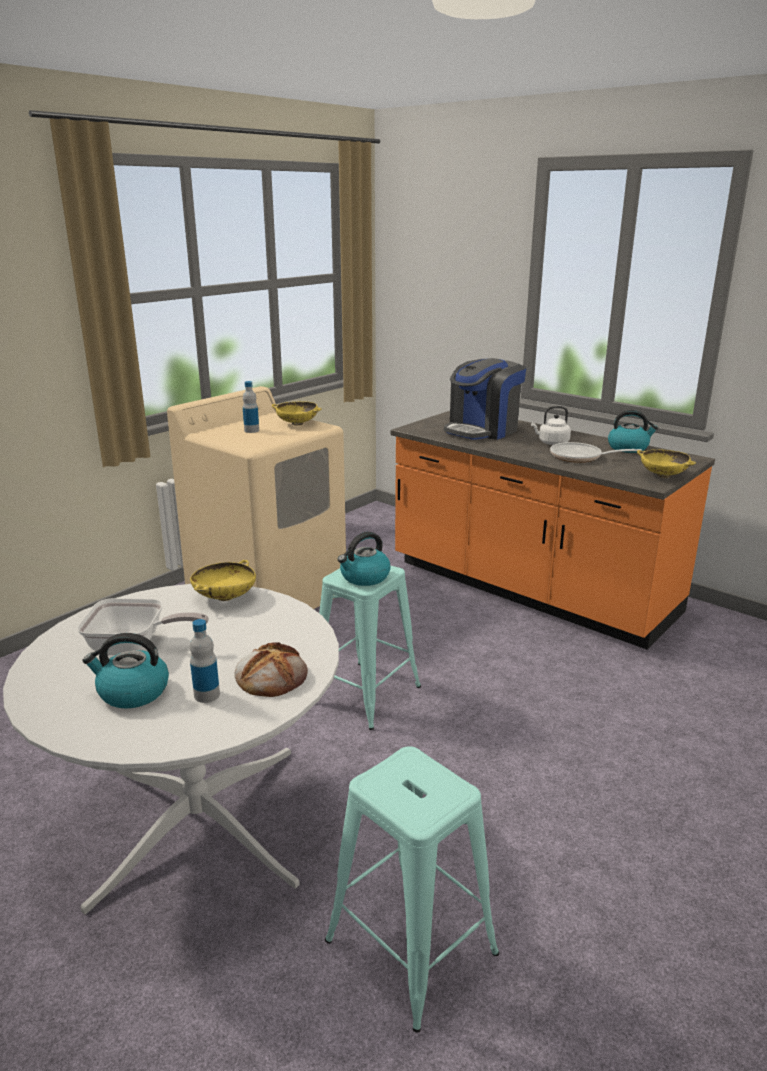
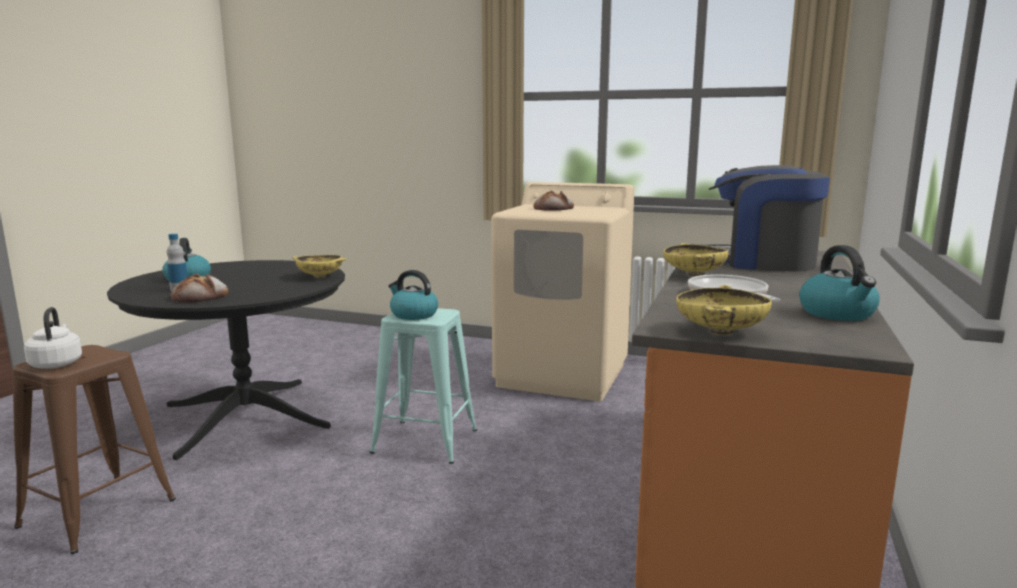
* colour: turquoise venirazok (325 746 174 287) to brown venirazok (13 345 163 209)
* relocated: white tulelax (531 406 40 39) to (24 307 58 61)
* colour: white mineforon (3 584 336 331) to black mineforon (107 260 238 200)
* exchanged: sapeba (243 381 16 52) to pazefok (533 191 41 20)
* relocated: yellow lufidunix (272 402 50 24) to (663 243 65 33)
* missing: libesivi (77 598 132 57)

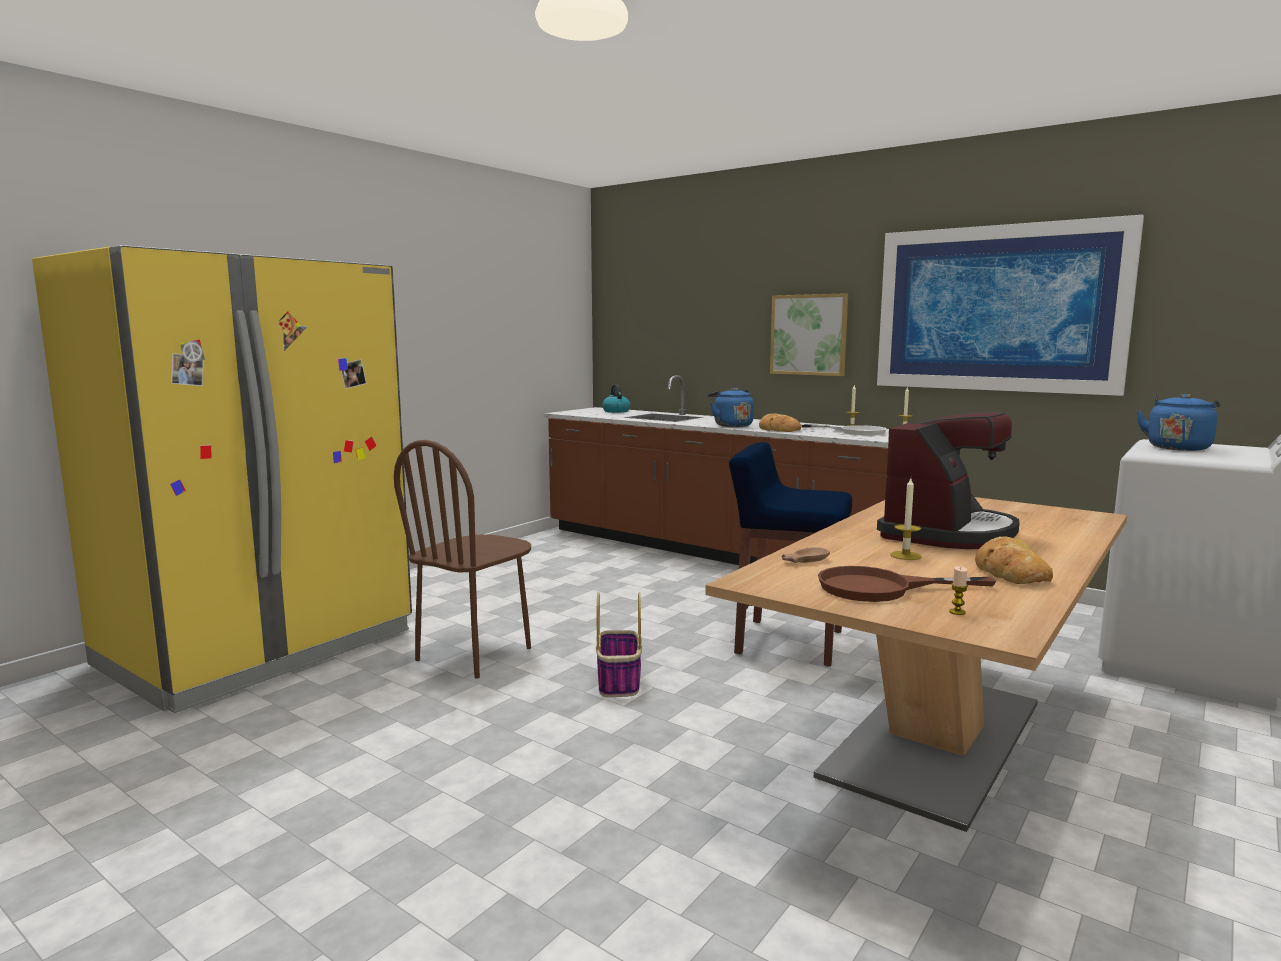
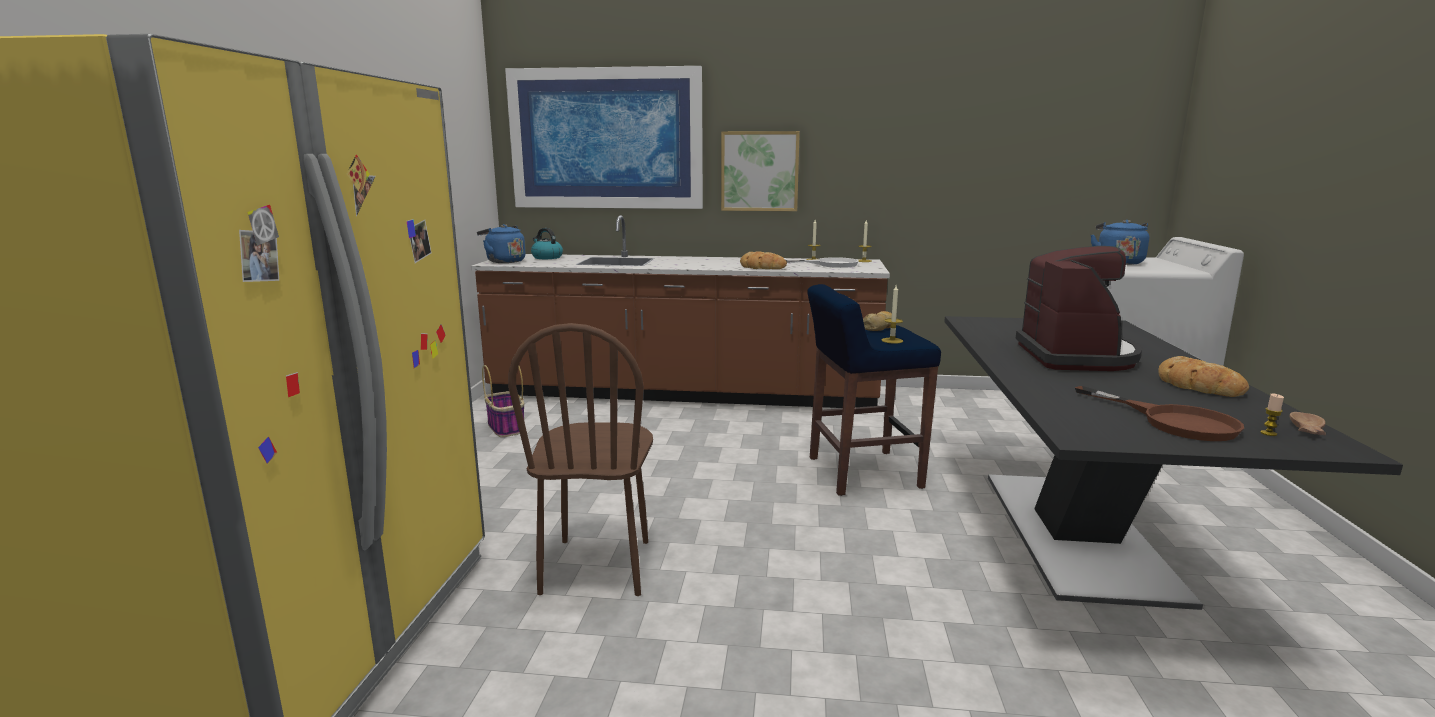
* relocated: blue tulelax (708 388 46 39) to (477 224 48 39)
* relocated: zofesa (596 592 46 105) to (482 365 42 72)
* relocated: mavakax (877 215 267 181) to (505 66 198 143)
* appeared: pazefok (863 311 29 20)
* relocated: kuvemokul (890 478 32 82) to (882 285 21 59)
* colour: beige mineforon (705 497 422 335) to black mineforon (944 316 459 294)
* spun: brown libesivi (818 566 178 36) = (1075 386 169 55) 90 degrees counterclockwise
* relocated: brown lufidunix (782 547 48 16) to (1290 412 36 23)

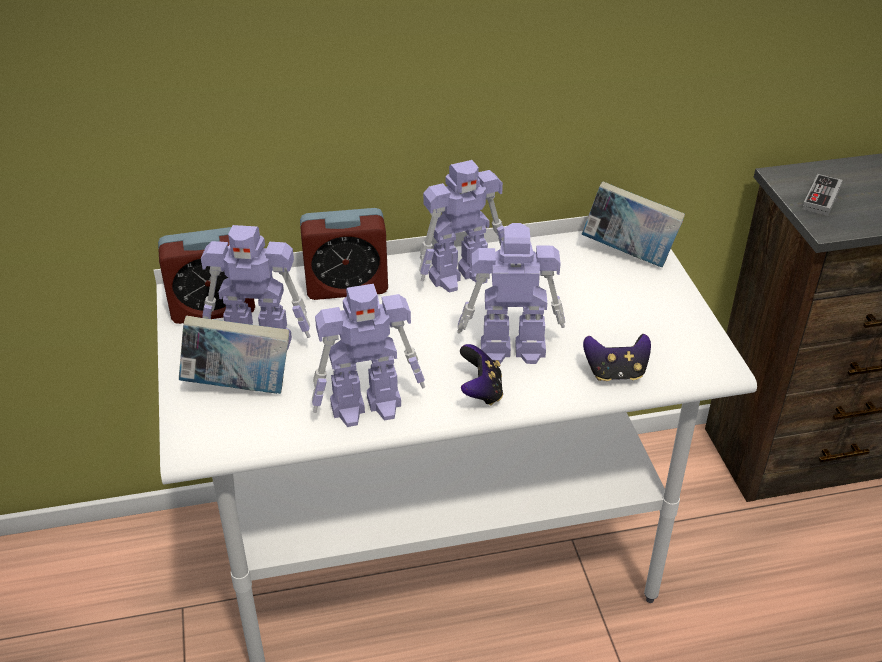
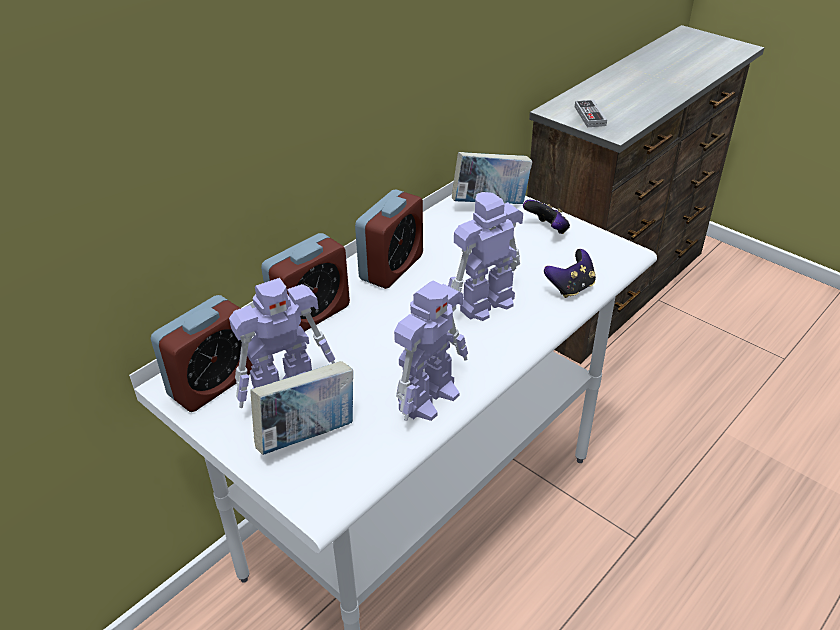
* exchanged: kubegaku (419 160 85 133) to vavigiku (355 190 68 99)
* relocated: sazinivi (460 344 43 62) to (523 200 47 34)

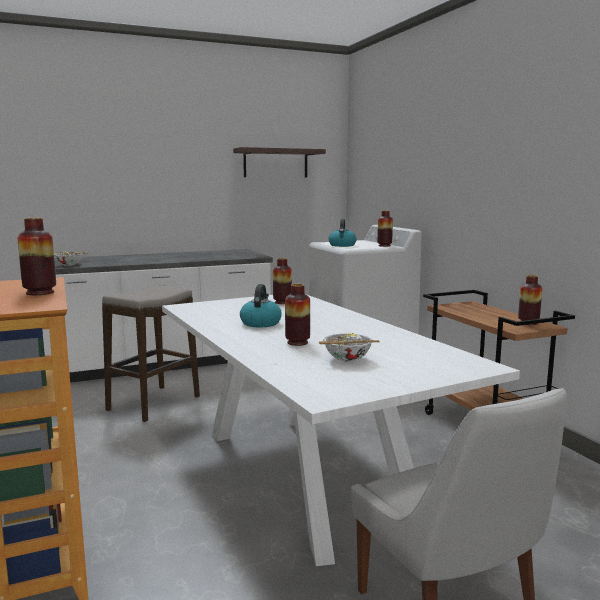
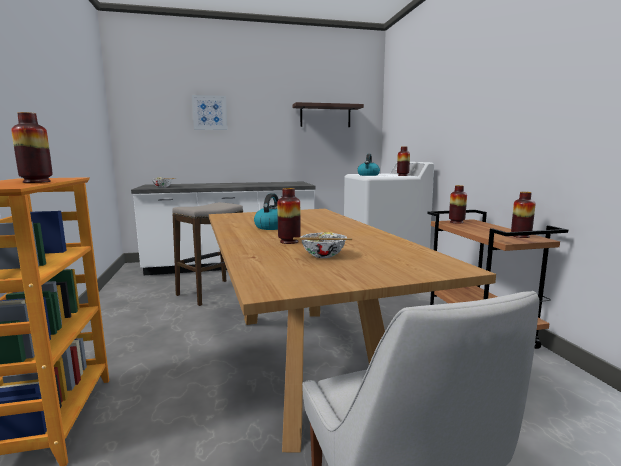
* appeared: mavakax (192 95 36 35)
* colour: white mineforon (162 294 358 272) to brown mineforon (209 209 287 243)
* relocated: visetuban (273 258 19 46) to (449 185 18 39)

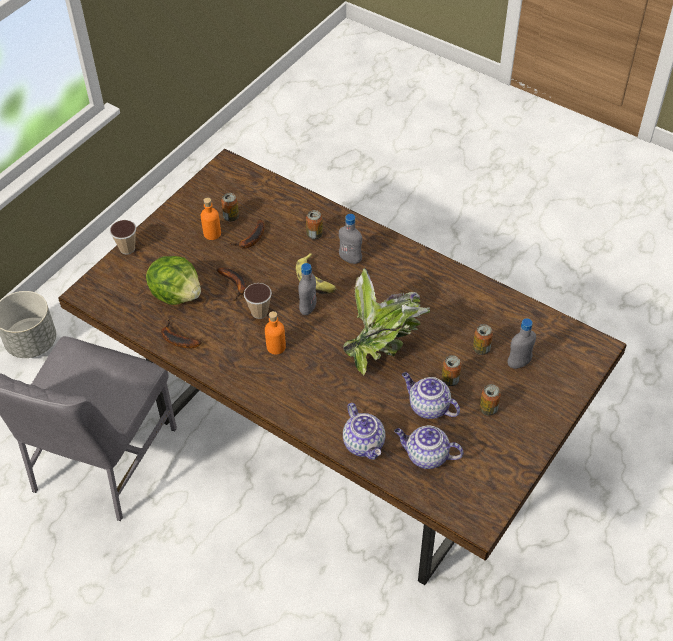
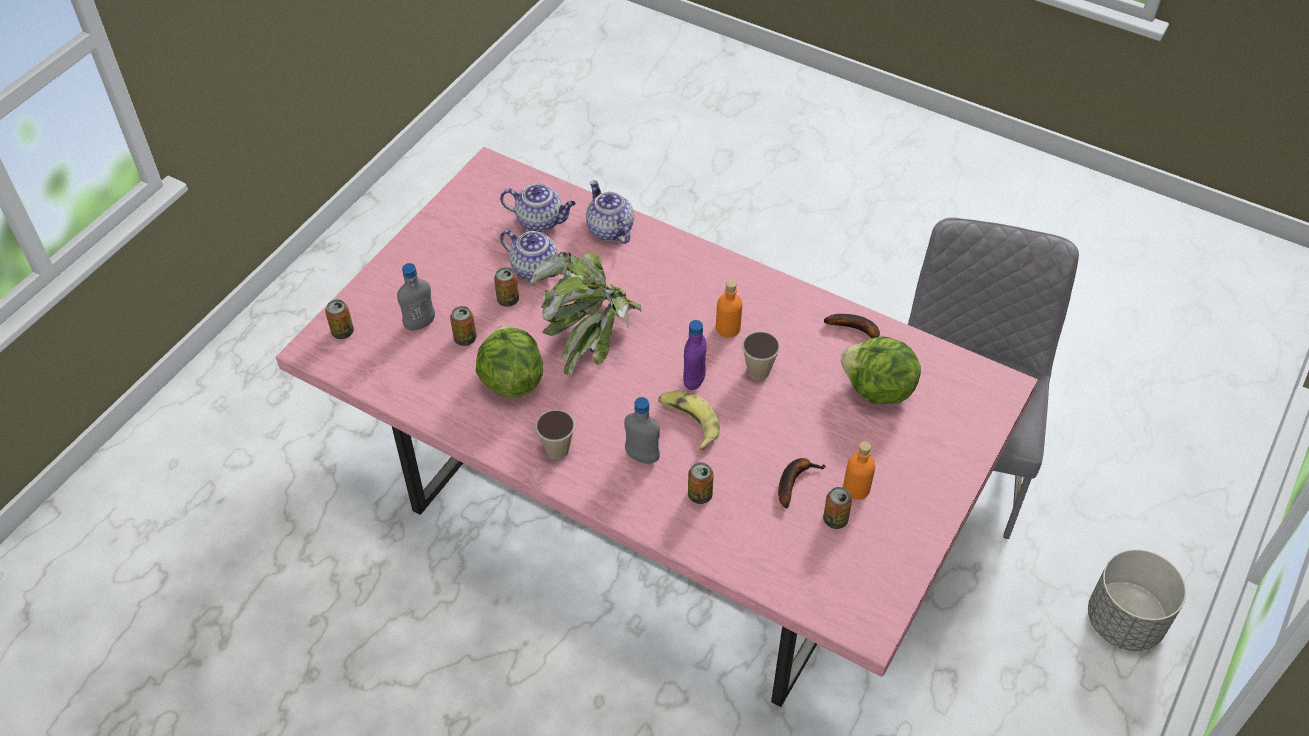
* colour: brown mineforon (58 149 568 436) to pink mineforon (276 147 762 560)
* relocated: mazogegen (480 384 21 32) to (325 299 29 40)
* appeared: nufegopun (475 326 68 71)
* relocated: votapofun (110 220 26 35) to (535 410 40 50)
* colour: grey sapeba (298 263 19 52) to purple sapeba (683 320 23 70)
* missing: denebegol (216 267 31 34)

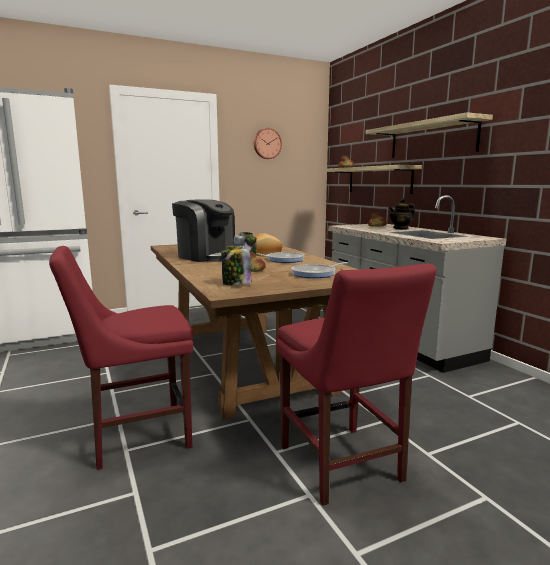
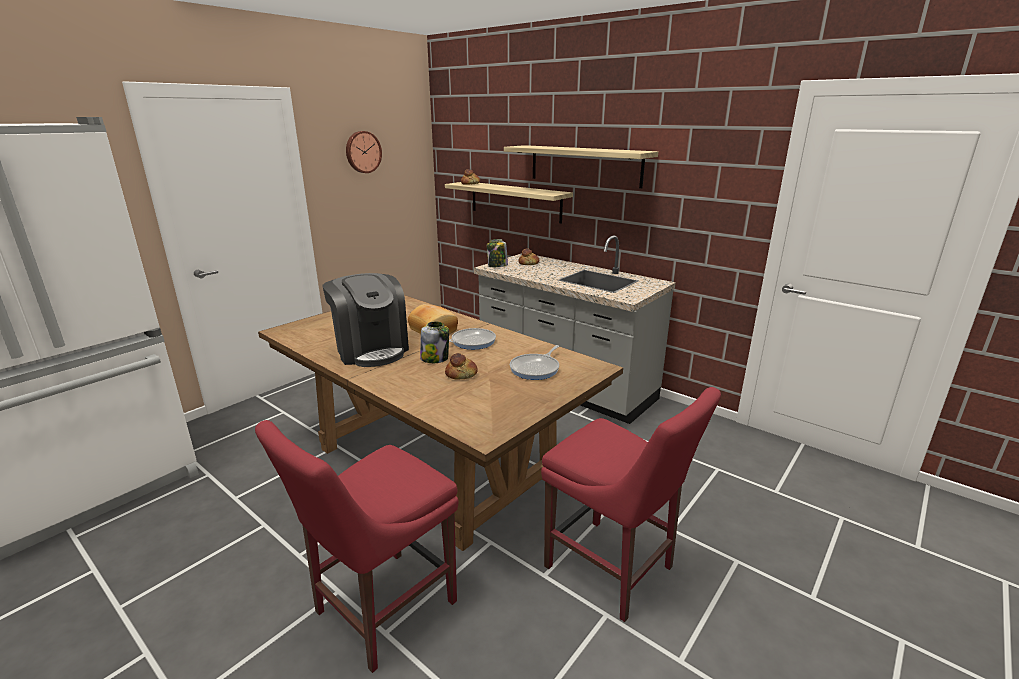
* spun: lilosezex (172 199 63 63) = (323 273 86 94) 45 degrees clockwise
* relocated: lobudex (221 245 31 40) to (487 239 21 28)
* missing: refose (388 198 27 32)

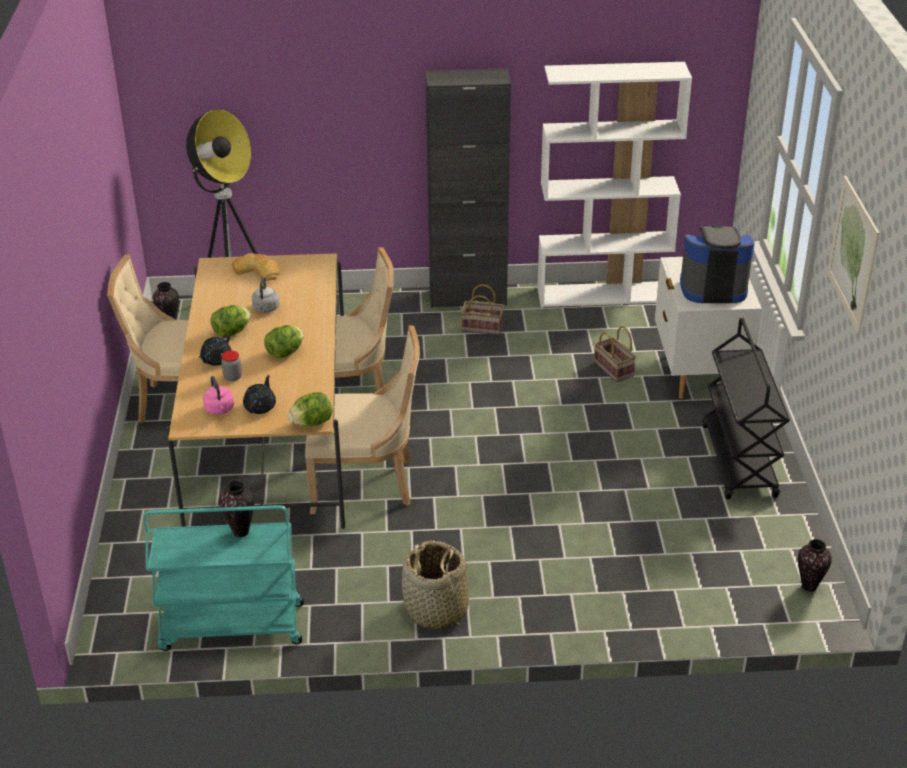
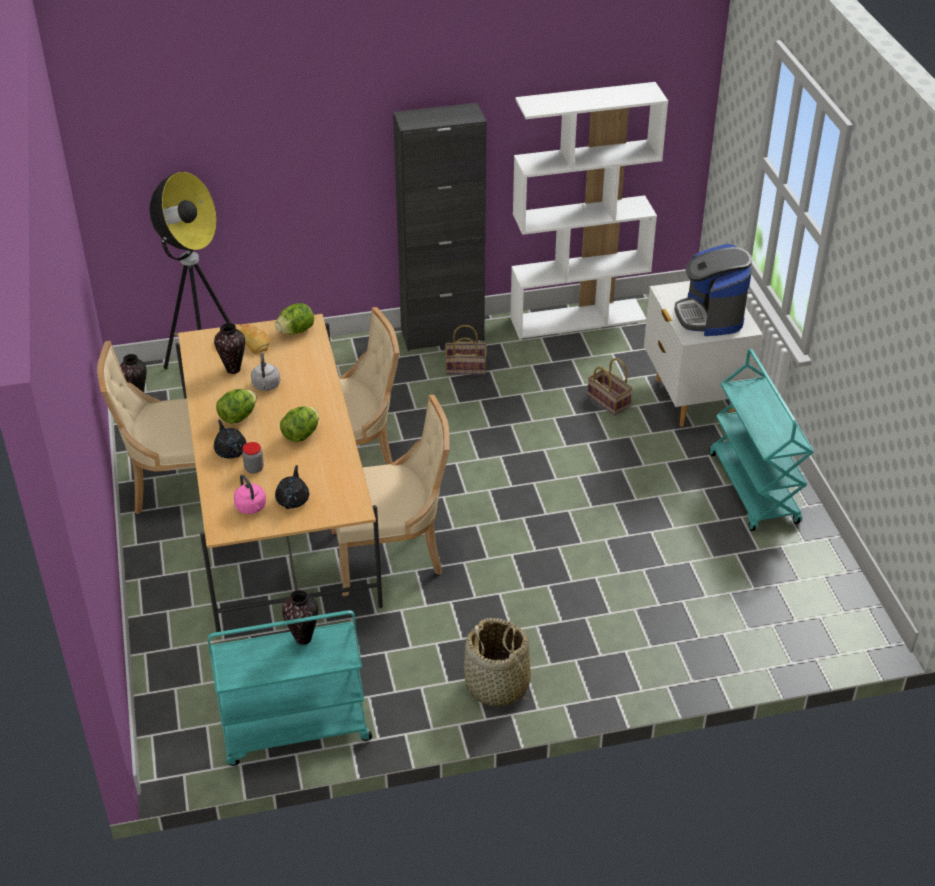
* relocated: visetuban (798 539 34 53) to (214 323 31 51)
* spun: black refose (199 335 33 31) = (214 420 33 39) 135 degrees clockwise
* relocated: nufegopun (288 392 45 34) to (275 303 39 31)
* spun: lilosezex (680 226 75 77) = (675 244 77 92) 90 degrees counterclockwise
* colour: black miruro (702 318 88 181) to turquoise miruro (709 349 105 182)
* missing: mavakax (827 176 53 158)

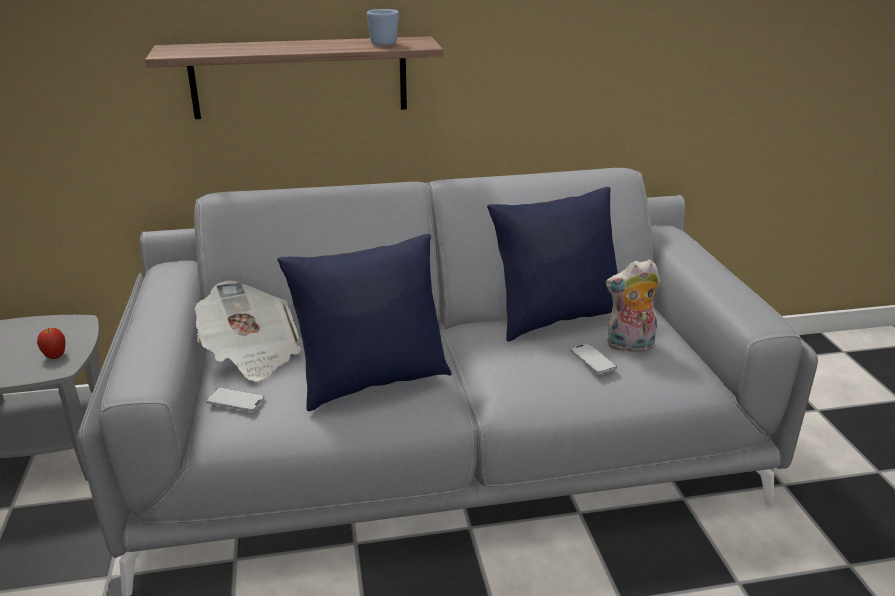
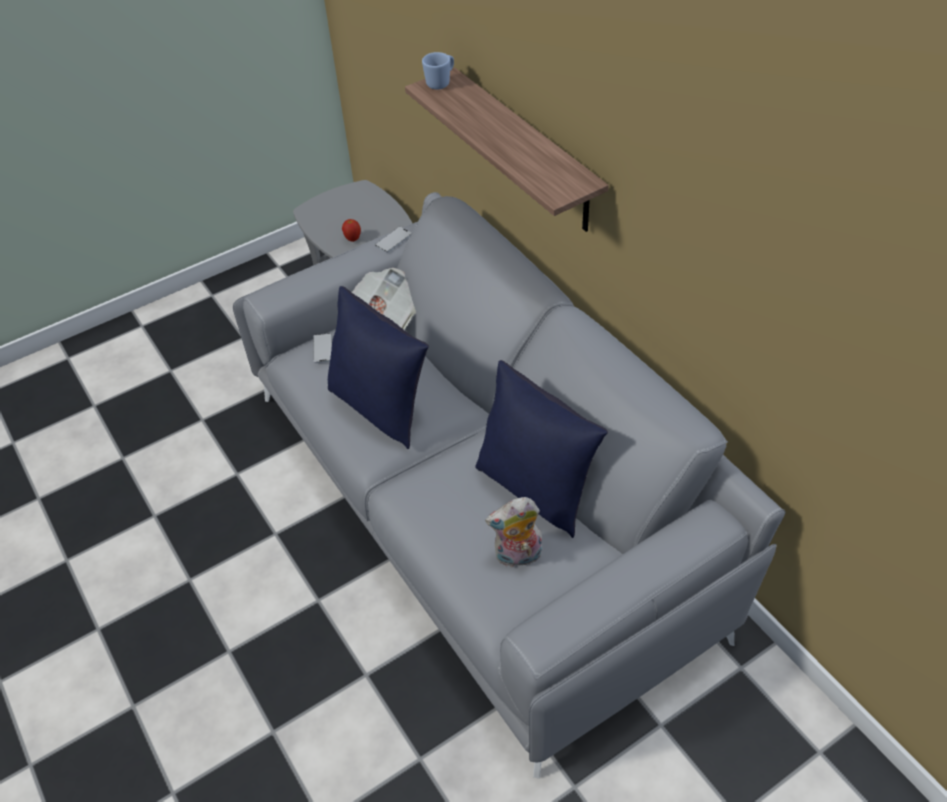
* relocated: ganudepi (570 344 47 30) to (375 227 37 26)
* relocated: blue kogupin (367 9 32 37) to (422 52 32 37)
* spun: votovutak (606 259 54 93) = (485 497 57 70) 75 degrees counterclockwise

